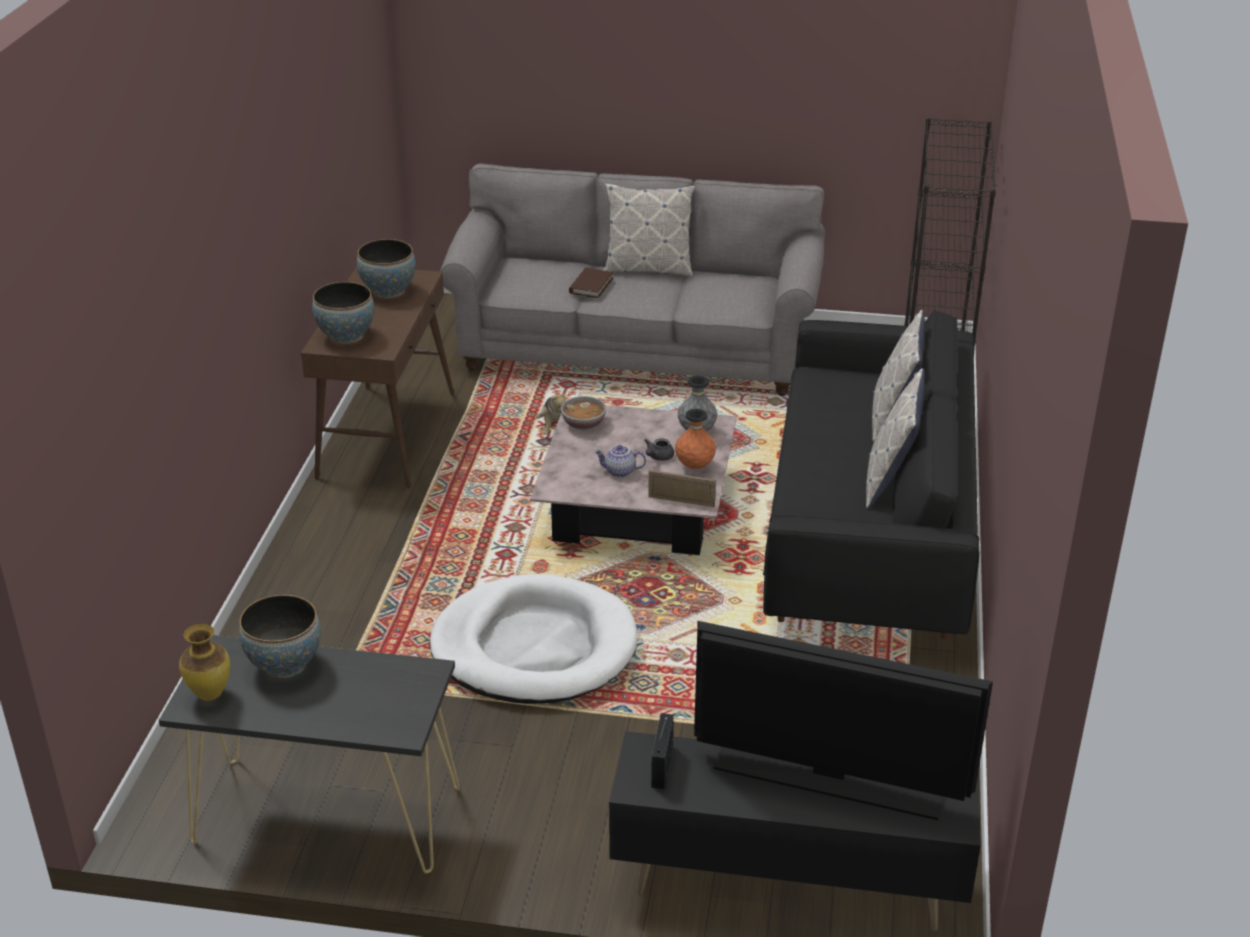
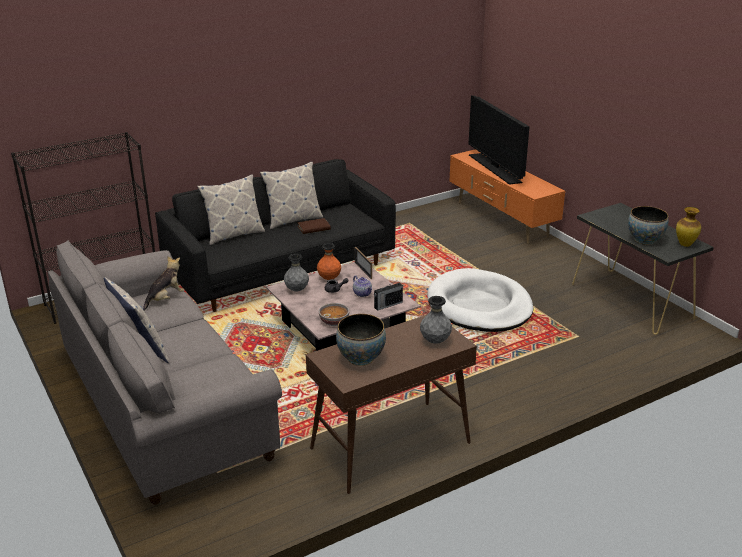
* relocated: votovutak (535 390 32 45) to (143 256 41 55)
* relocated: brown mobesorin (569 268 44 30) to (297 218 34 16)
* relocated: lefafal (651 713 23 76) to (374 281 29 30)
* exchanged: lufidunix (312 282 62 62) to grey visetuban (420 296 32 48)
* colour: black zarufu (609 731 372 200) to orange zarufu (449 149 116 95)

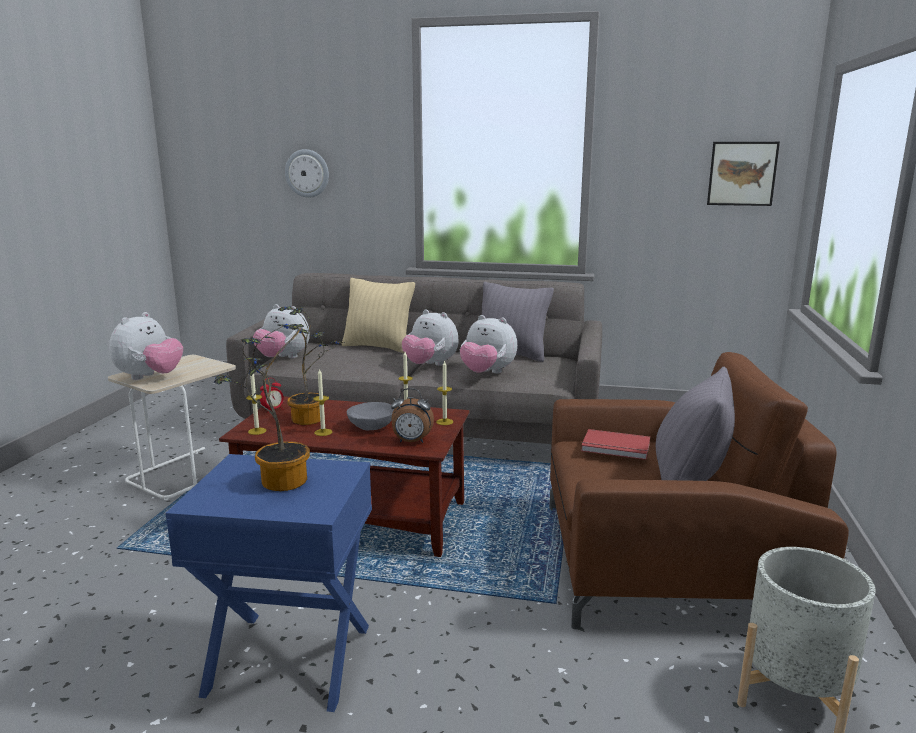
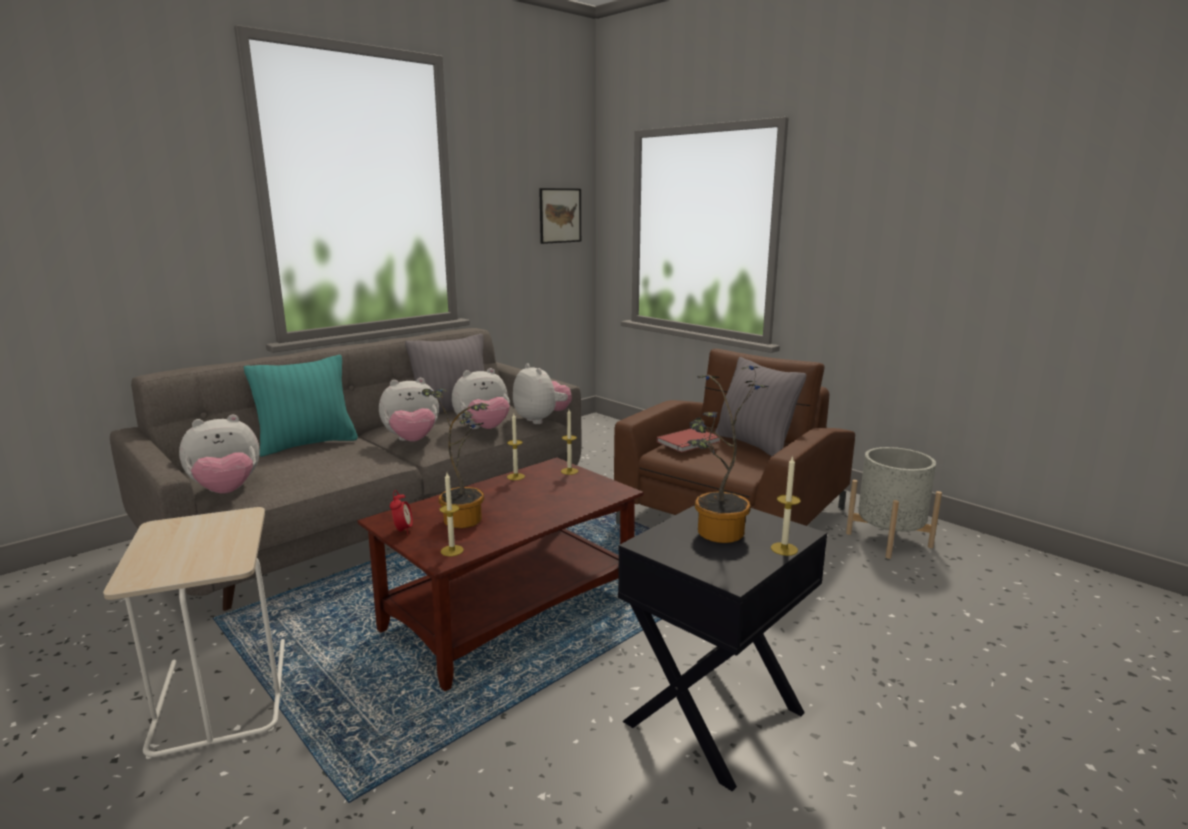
* colour: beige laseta (341 278 74 75) to turquoise laseta (244 355 114 102)
* relocated: votovutak (109 312 74 68) to (513 363 59 61)
* colour: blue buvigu (165 454 207 258) to black buvigu (618 505 209 286)
* relocated: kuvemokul (313 368 19 68) to (771 455 30 101)
* missing: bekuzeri (285 149 44 49)
* missing: grey lufidunix (347 402 47 28)
* missing: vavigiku (391 388 43 55)

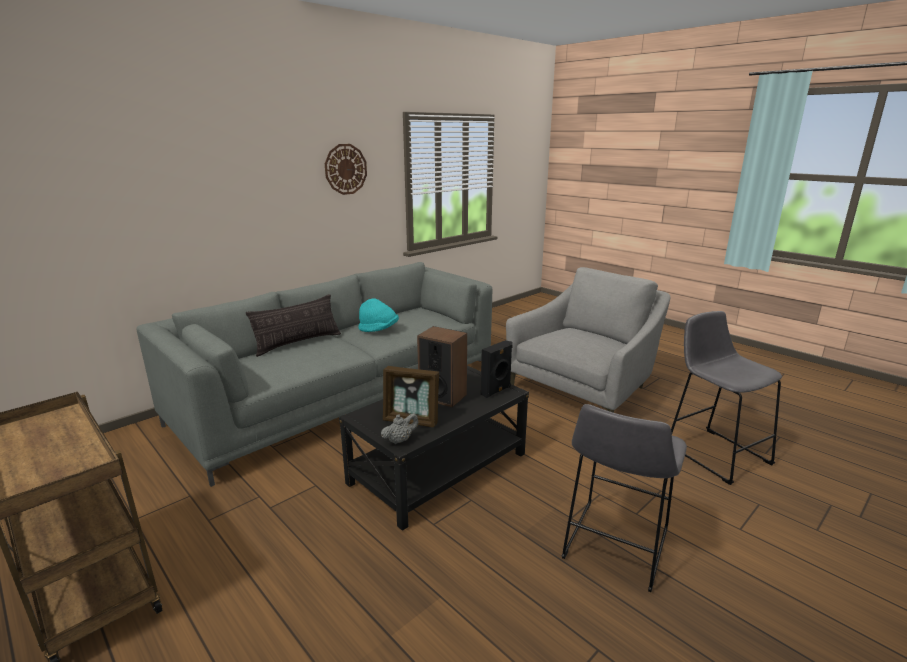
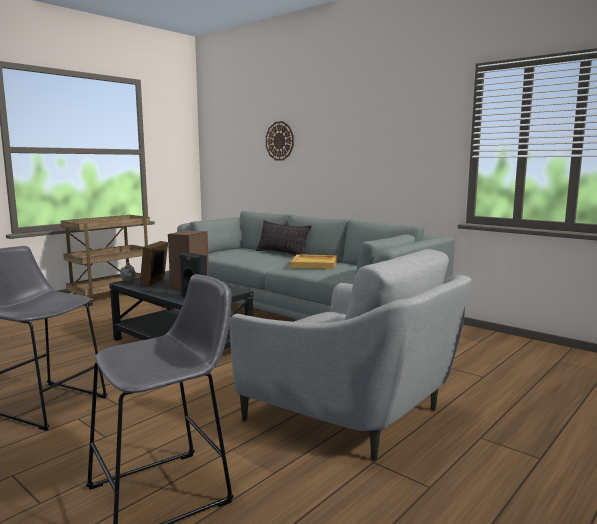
* relocated: bekuzeri (325 144 42 51) to (266 121 28 39)
* exchanged: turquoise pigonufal (358 298 41 34) to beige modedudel (290 254 47 15)

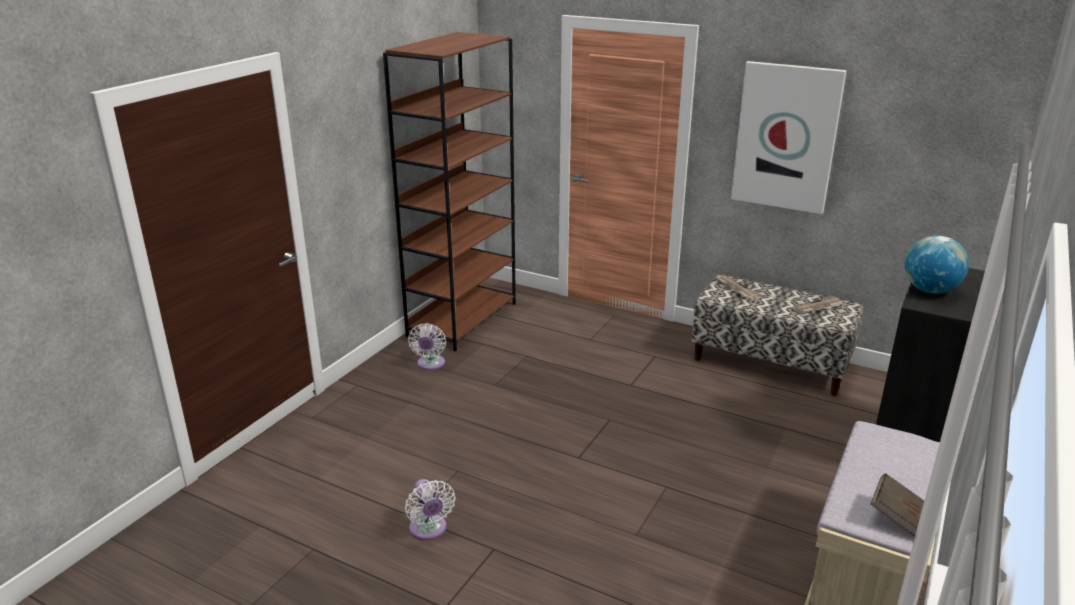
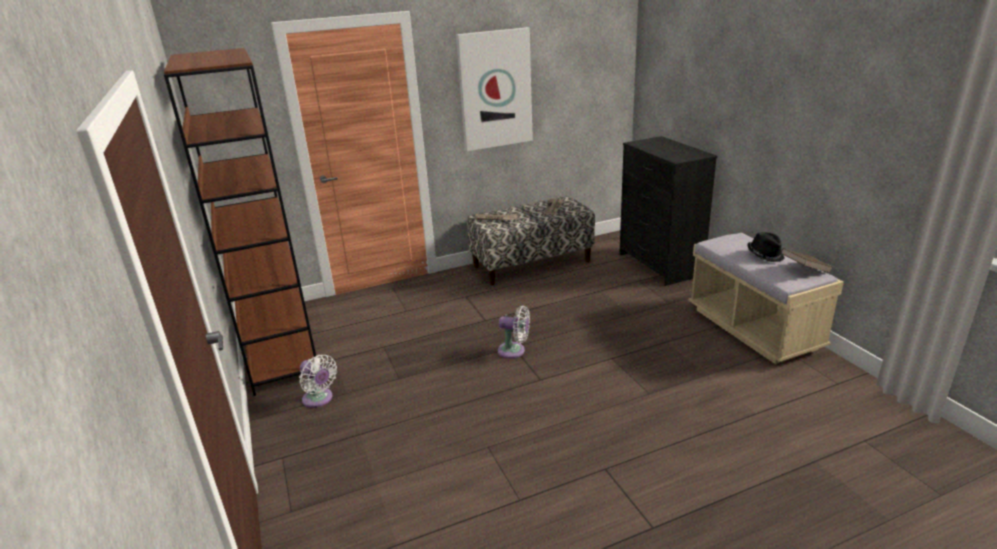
* relocated: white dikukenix (405 479 51 61) to (498 306 32 52)
* appeared: black pigonufal (747 232 38 30)
* missing: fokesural (904 235 65 59)

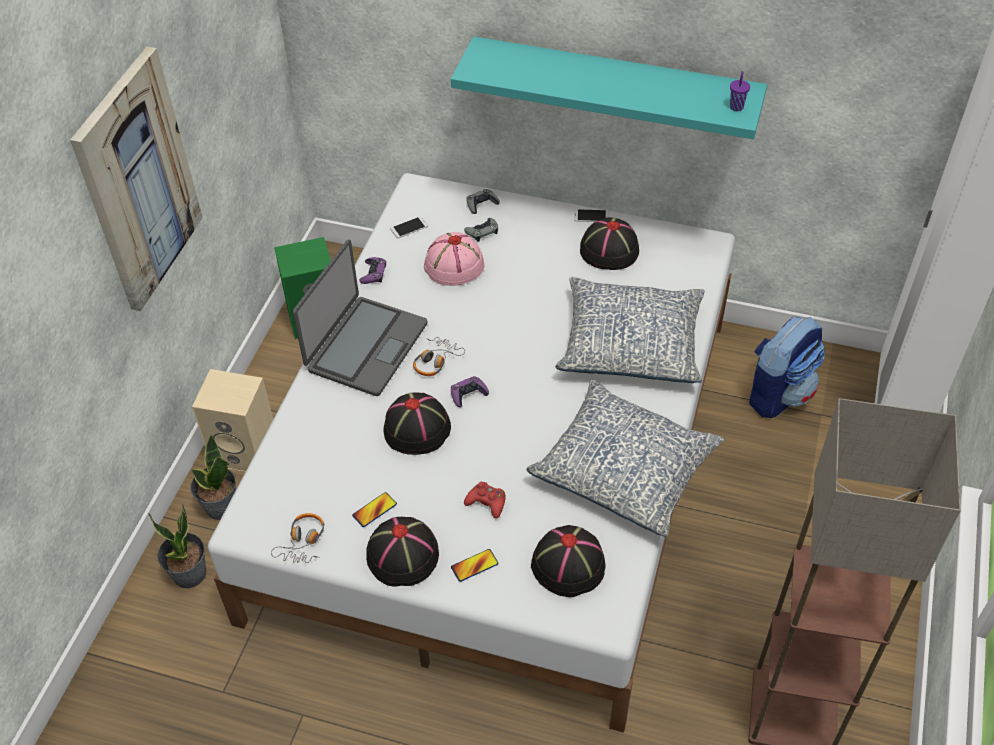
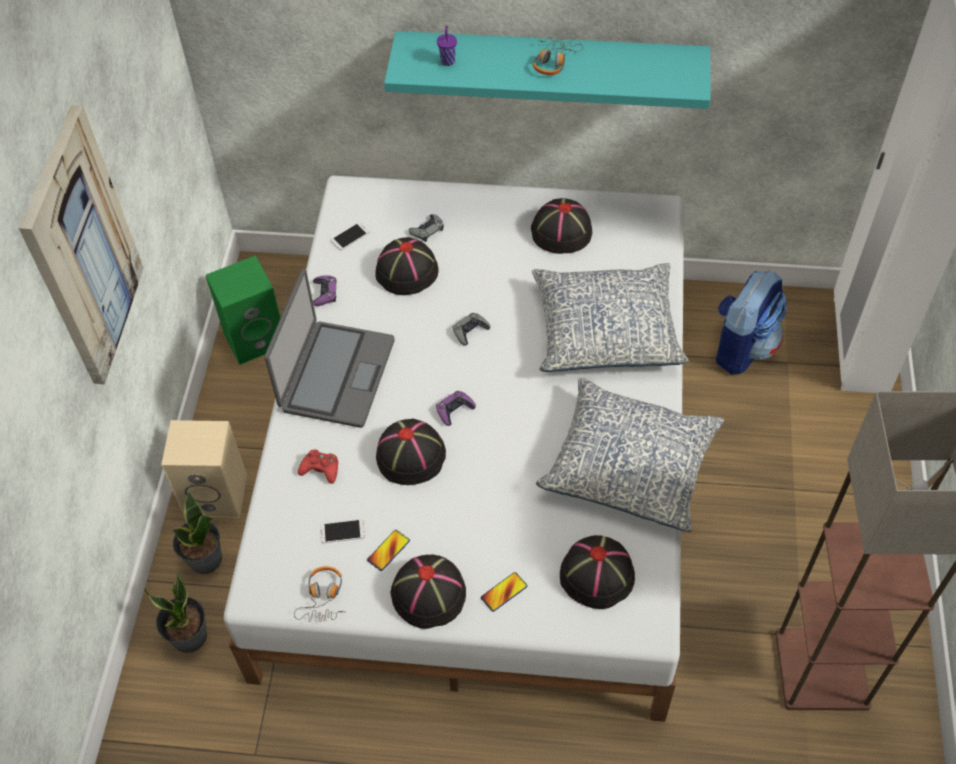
* relocated: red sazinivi (464 482 42 37) to (298 450 40 34)
* relocated: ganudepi (574 209 35 13) to (320 519 45 24)
* colour: pink pigonufal (424 232 60 54) to black pigonufal (375 237 64 58)
* relocated: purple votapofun (730 71 20 40) to (437 26 20 40)
* relocated: grey sazinivi (466 189 34 25) to (452 313 38 33)
* relocated: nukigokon (413 337 52 39) to (533 37 50 38)

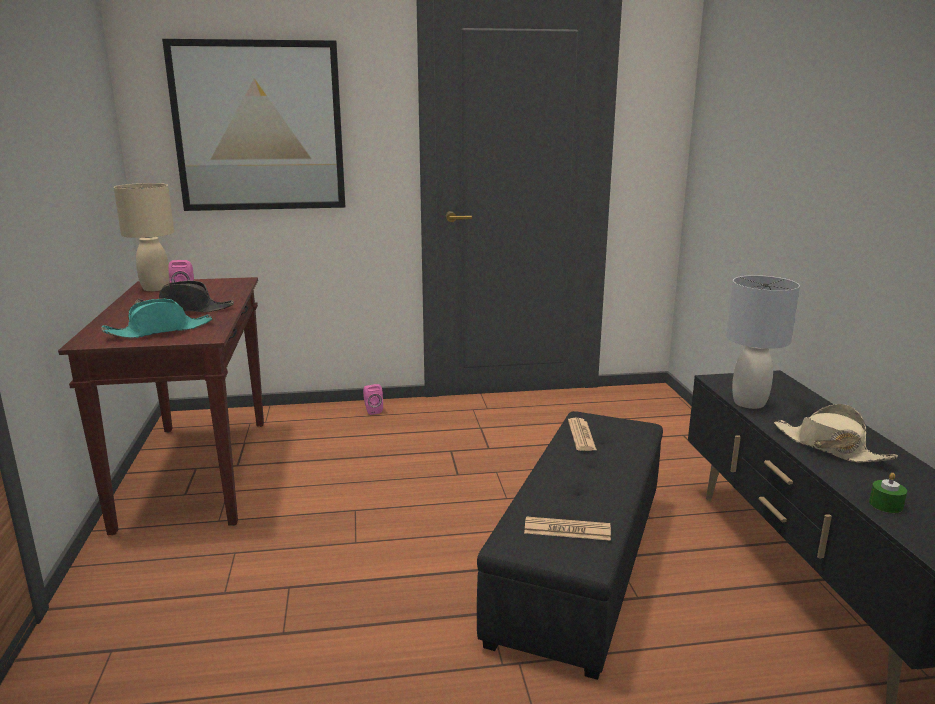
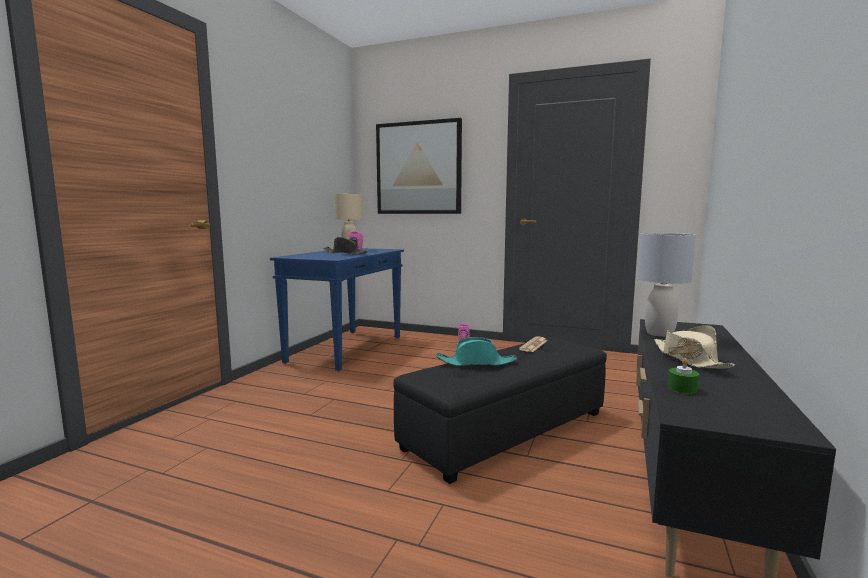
* colour: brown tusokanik (58 277 206 258) to blue tusokanik (270 248 134 123)
* relocated: turquoise pigonufal (101 299 111 40) to (436 337 81 29)
* missing: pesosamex (524 516 87 25)

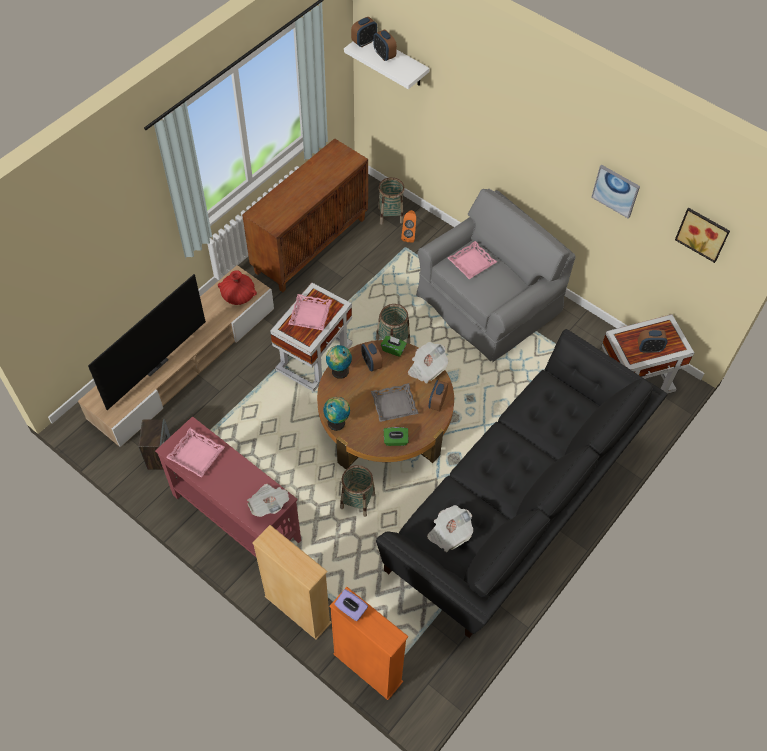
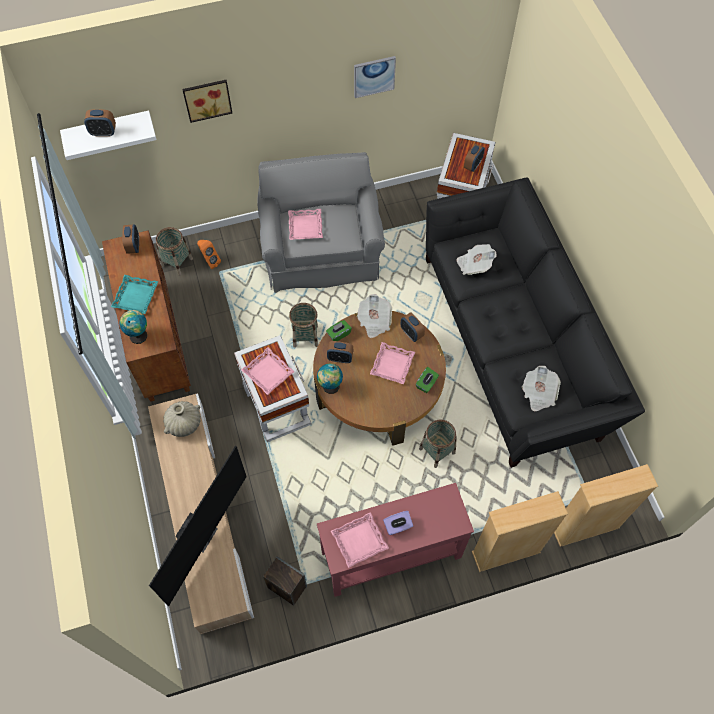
* appeared: turquoise modedudel (111 275 47 39)
* relocated: fokesural (323 397 27 34) to (119 310 28 34)
* relocated: vavigiku (351 17 26 30) to (122 224 17 30)
* spun: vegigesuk (88 274 118 136) = (149 445 98 161) 45 degrees clockwise
* colour: red visetuban (218 270 39 35) to beige visetuban (163 401 38 36)
* relocated: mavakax (675 208 55 55) to (182 80 50 43)
* colour: grey modedudel (371 383 48 39) to pink modedudel (370 342 45 42)
* relocated: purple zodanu (334 589 34 32) to (383 511 30 24)
* relocated: pesosamex (247 484 42 33) to (456 244 41 31)
* colour: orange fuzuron (329 587 80 113) to beige fuzuron (554 464 104 83)

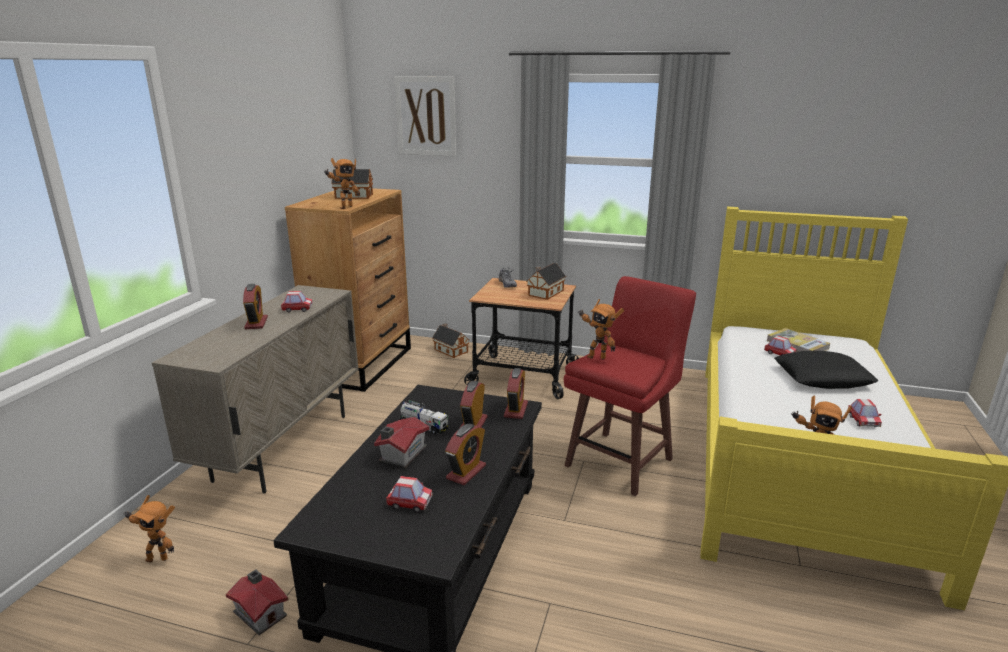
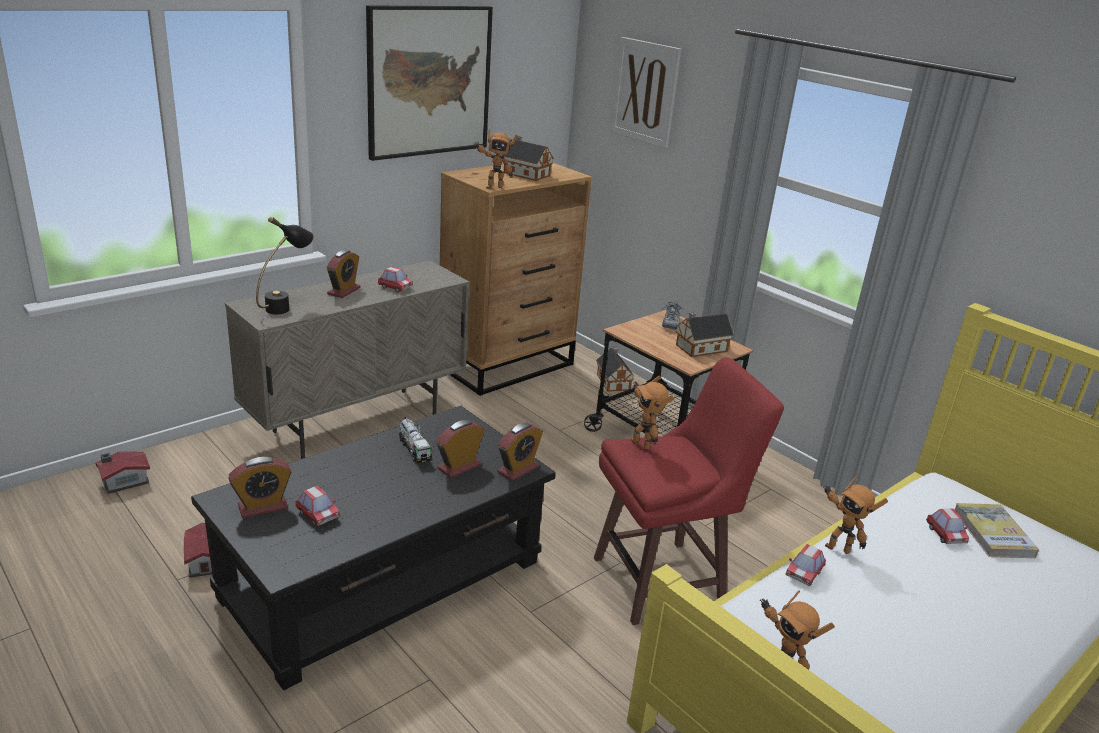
* relocated: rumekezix (374 417 55 51) to (96 452 54 42)
* relocated: vavigiku (445 424 41 61) to (228 457 64 61)
* appeared: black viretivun (256 216 58 98)
* appeared: mavakax (366 5 127 156)
* relocated: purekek (848 399 34 28) to (785 544 41 42)
* relocated: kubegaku (124 495 51 68) to (823 476 65 78)
* missing: black laseta (774 351 104 38)

